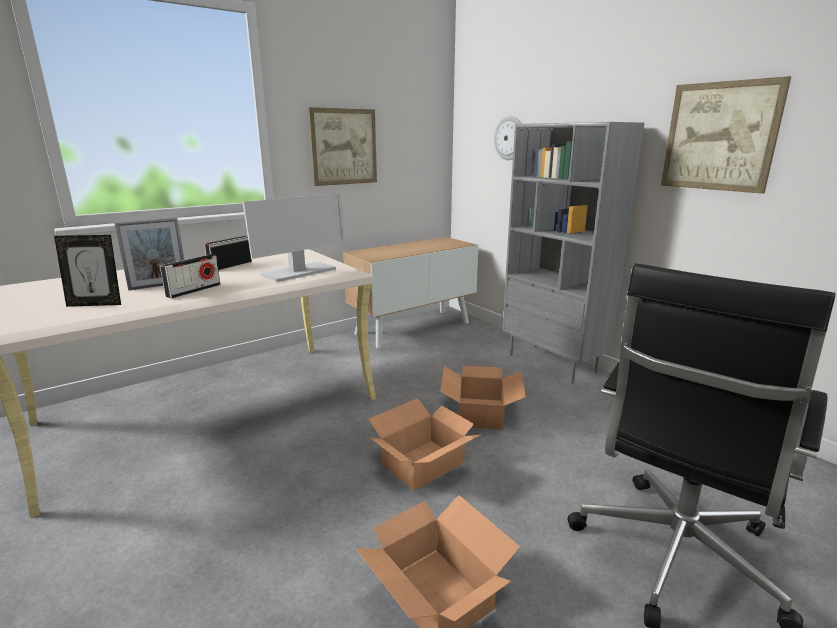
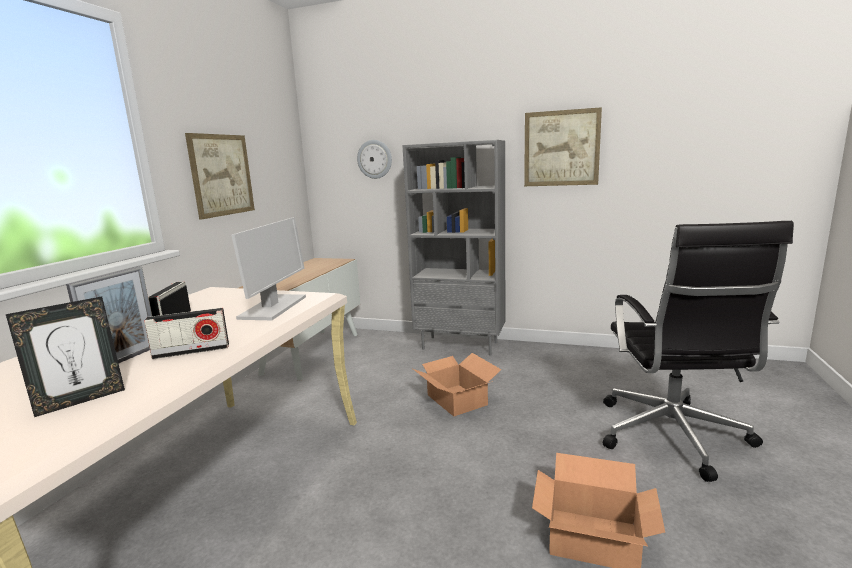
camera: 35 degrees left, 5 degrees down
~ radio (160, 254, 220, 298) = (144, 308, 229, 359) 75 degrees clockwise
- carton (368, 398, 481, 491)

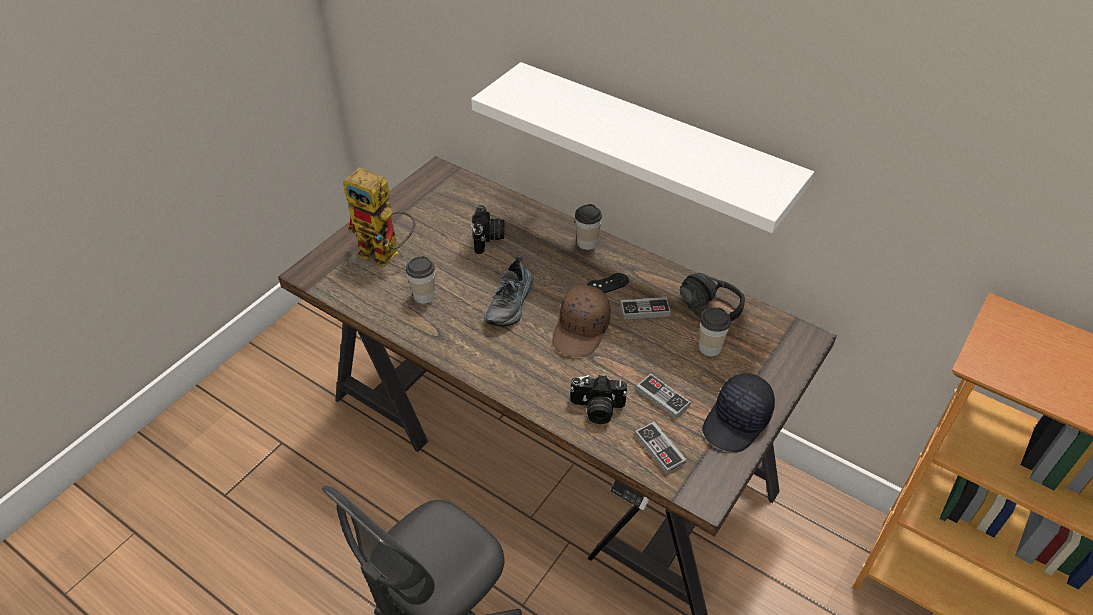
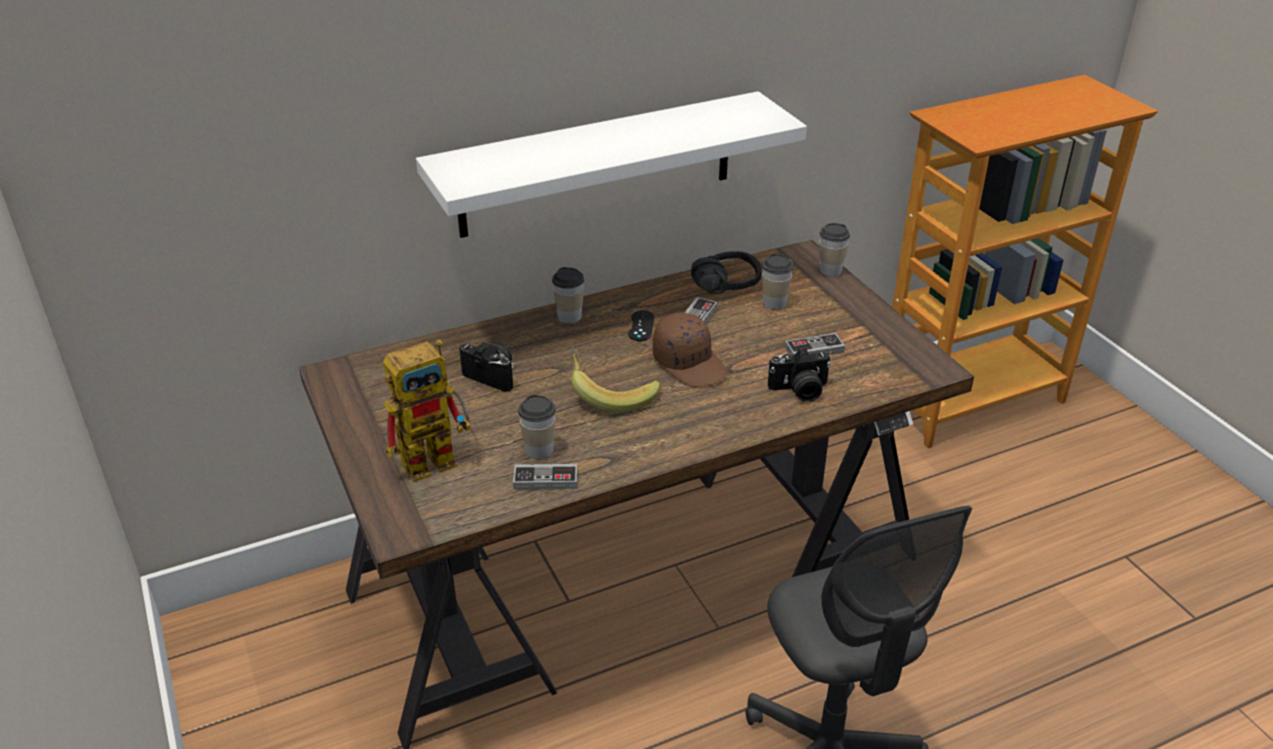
camera: 60 degrees left, 10 degrees down
~ low shoe (484, 256, 534, 326) to banana (571, 345, 660, 413)
- black-coloured cap (702, 373, 775, 452)
~ photo camera (570, 375, 627, 424) = (768, 348, 831, 402) 45 degrees clockwise
~ joypad (635, 422, 686, 474) to (513, 464, 577, 490)
+ cup (819, 223, 850, 276)

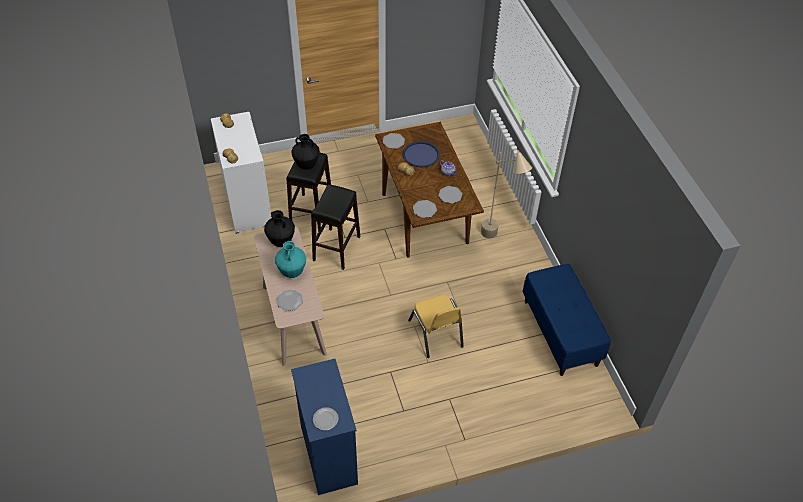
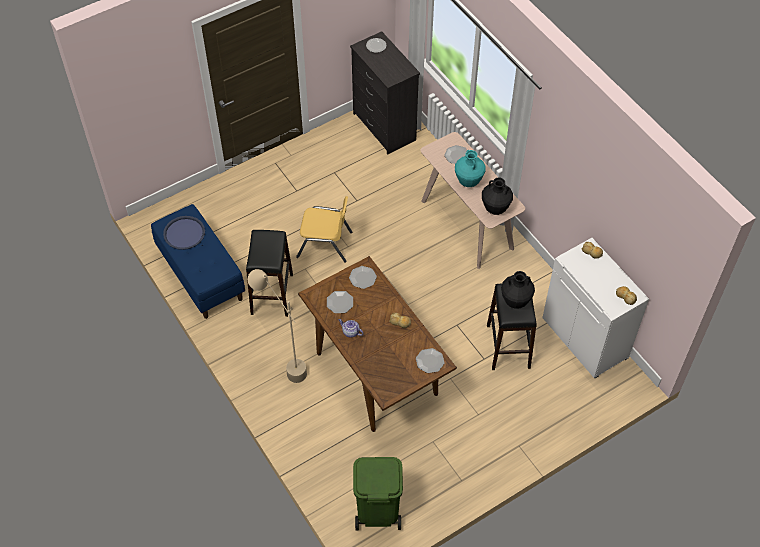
camera: 165 degrees right, 5 degrees up
~ blue carrying tray (403, 141, 440, 167) to (163, 216, 205, 250)
~ black-coloured stool (311, 184, 360, 270) to (246, 230, 293, 317)
~ yellow chair (408, 294, 464, 358) = (296, 196, 352, 263) 135 degrees clockwise
~ blue chest of drawers (291, 359, 358, 495) to black-coloured chest of drawers (350, 31, 420, 154)
+ greenish rubbish bin (353, 457, 403, 531)

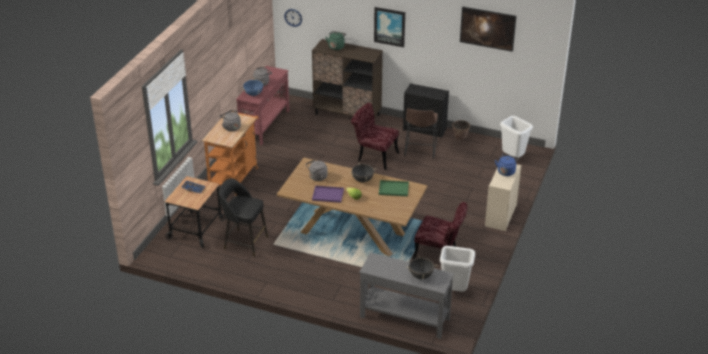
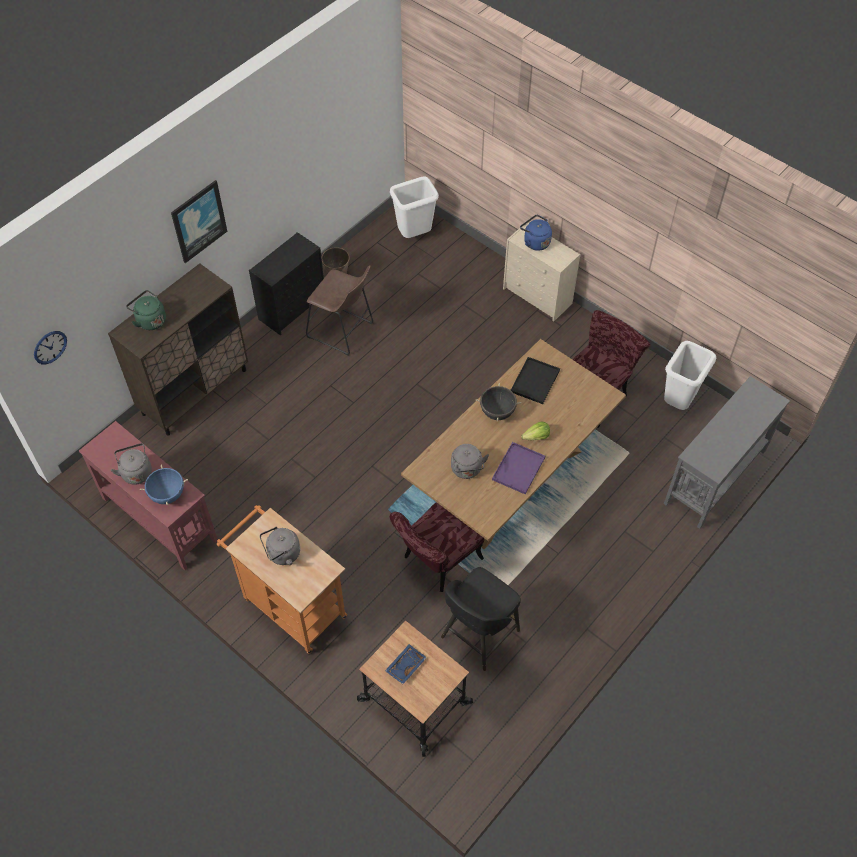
camera: 70 degrees left, 20 degrees up
- wall art (460, 6, 517, 52)
~ red-coloured chair (351, 103, 399, 170) to (389, 502, 484, 592)
~ greenish carrying tray (379, 180, 409, 197) to black-coloured carrying tray (511, 357, 560, 404)
- black-coloured stockpot (408, 256, 437, 279)

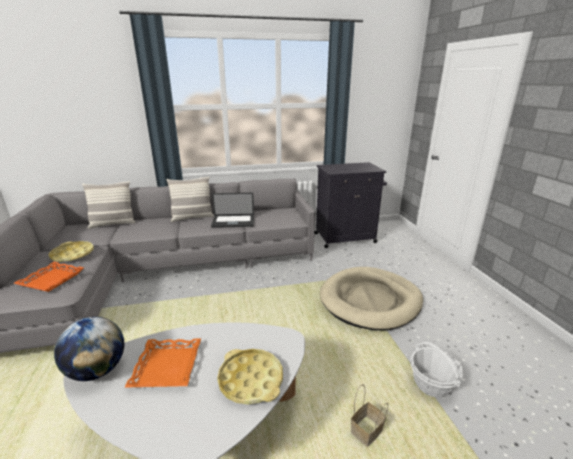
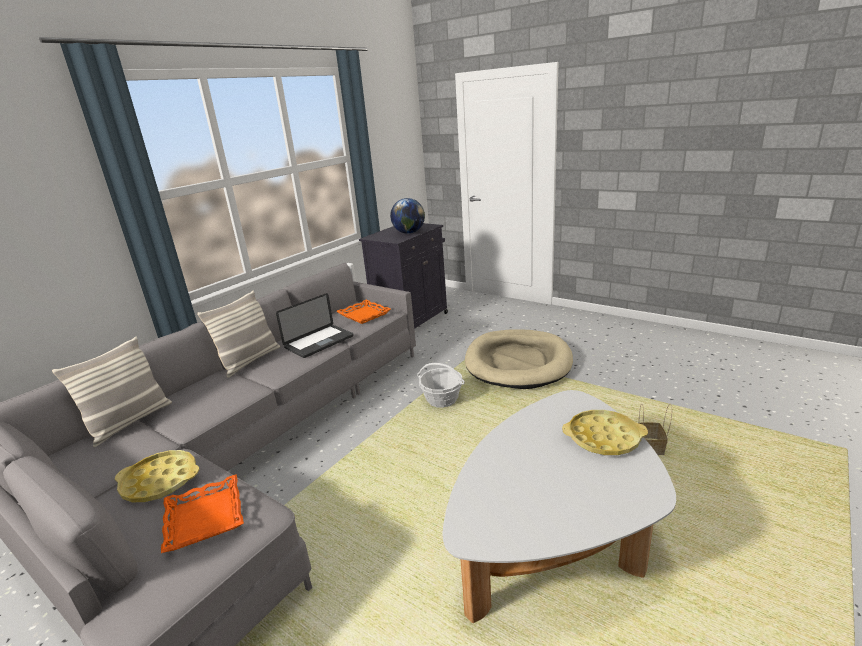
camera: 40 degrees left, 0 degrees up
~ globe (54, 317, 124, 381) to (390, 198, 425, 234)
~ orangey carrying tray (124, 338, 201, 388) to (336, 300, 391, 324)
~ household basket (410, 342, 464, 398) to (417, 363, 465, 408)

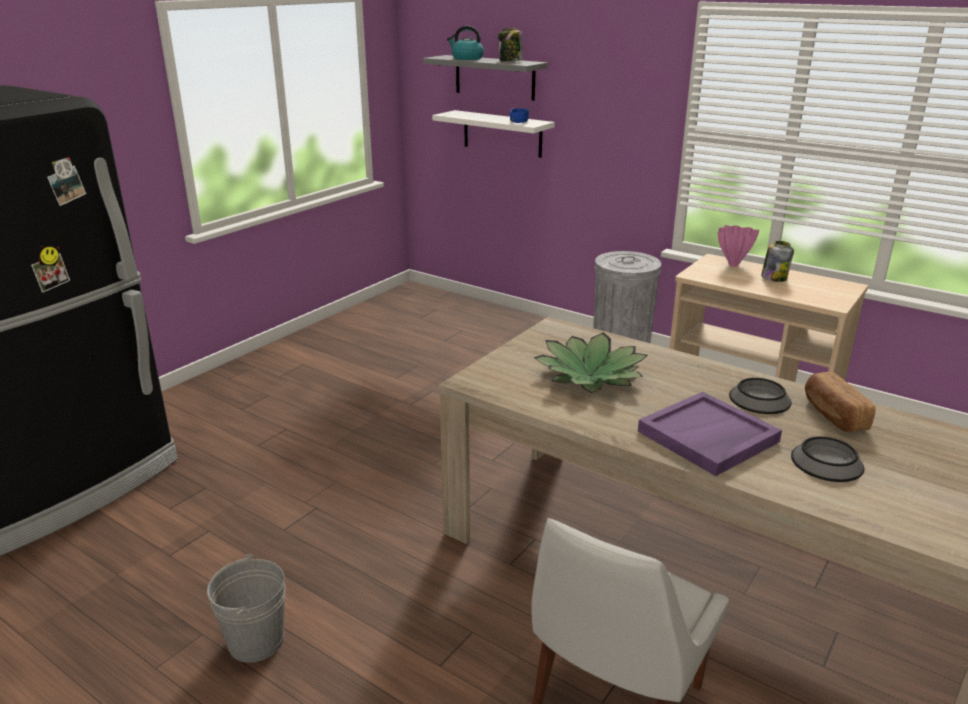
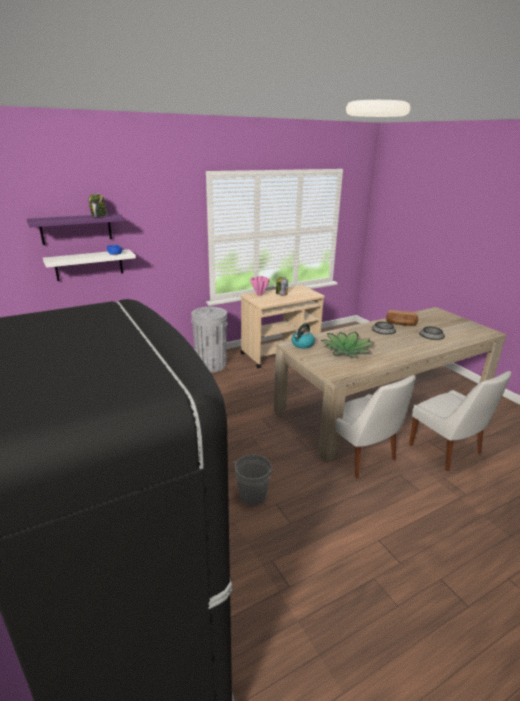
camera: 65 degrees left, 0 degrees up
~ kettle (447, 26, 484, 60) to (292, 323, 315, 349)
~ gray bracket shelf (423, 55, 548, 101) to purple bracket shelf (27, 214, 125, 245)
- purple carrying tray (638, 392, 782, 476)
~ gray pail (207, 554, 285, 663) to (233, 455, 273, 506)
+ whitish chair (335, 375, 416, 478)

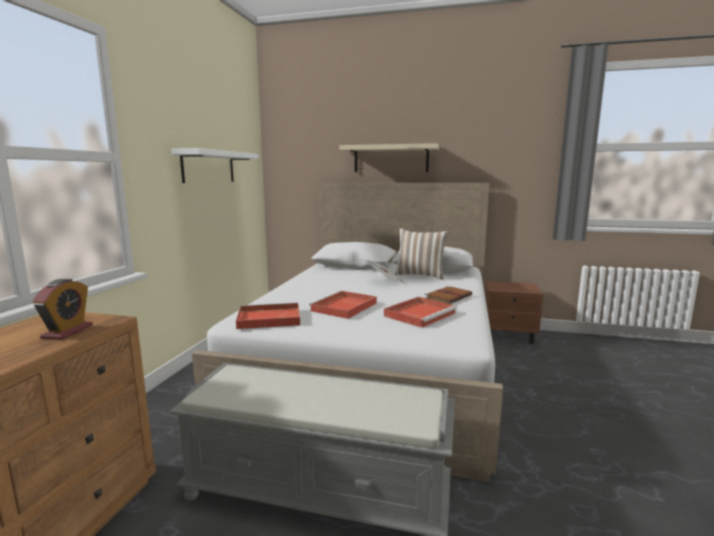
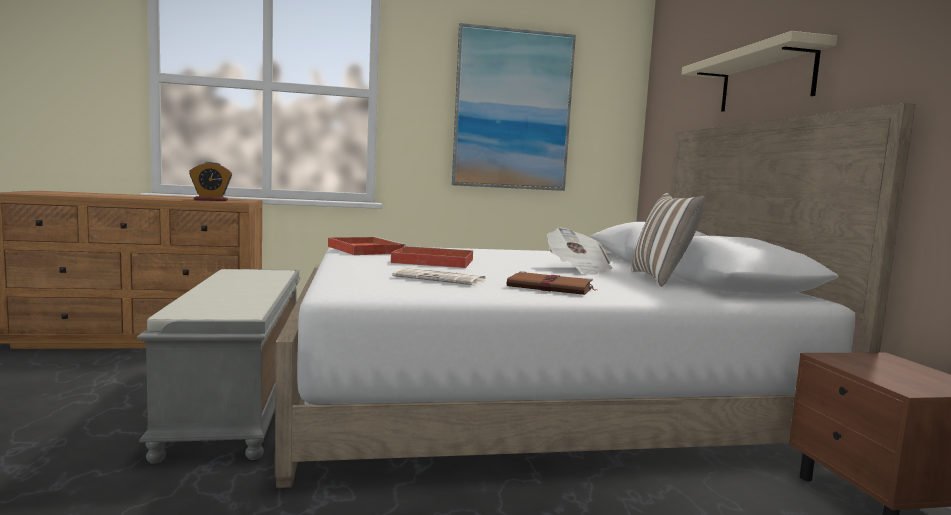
camera: 65 degrees right, 5 degrees down
~ whitish bracket shelf (171, 148, 259, 183) to wall art (452, 23, 576, 191)
~ red-coloured carrying tray (384, 297, 457, 328) to newspaper (392, 268, 486, 285)

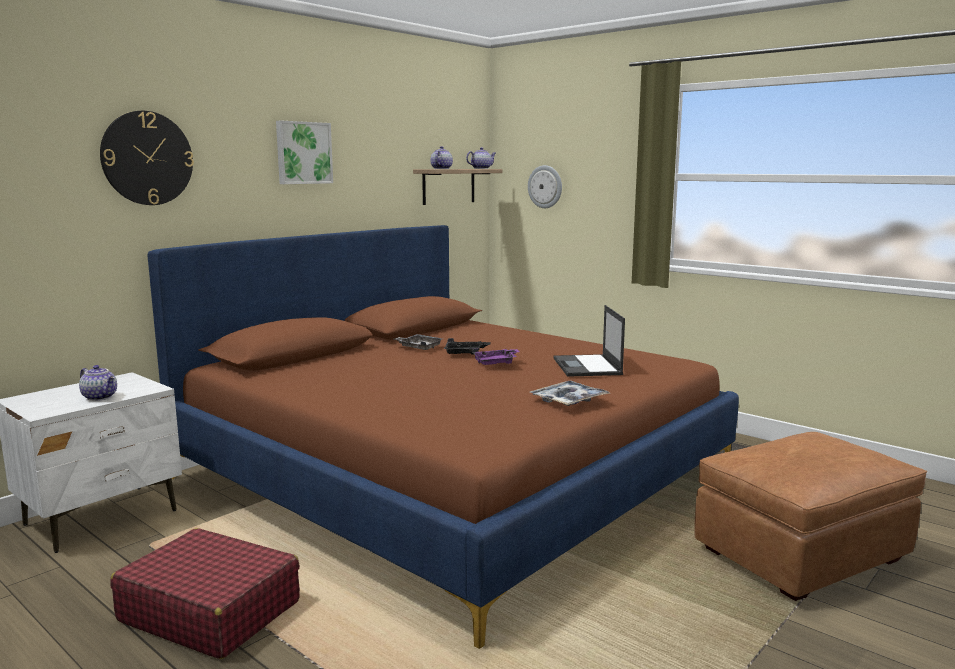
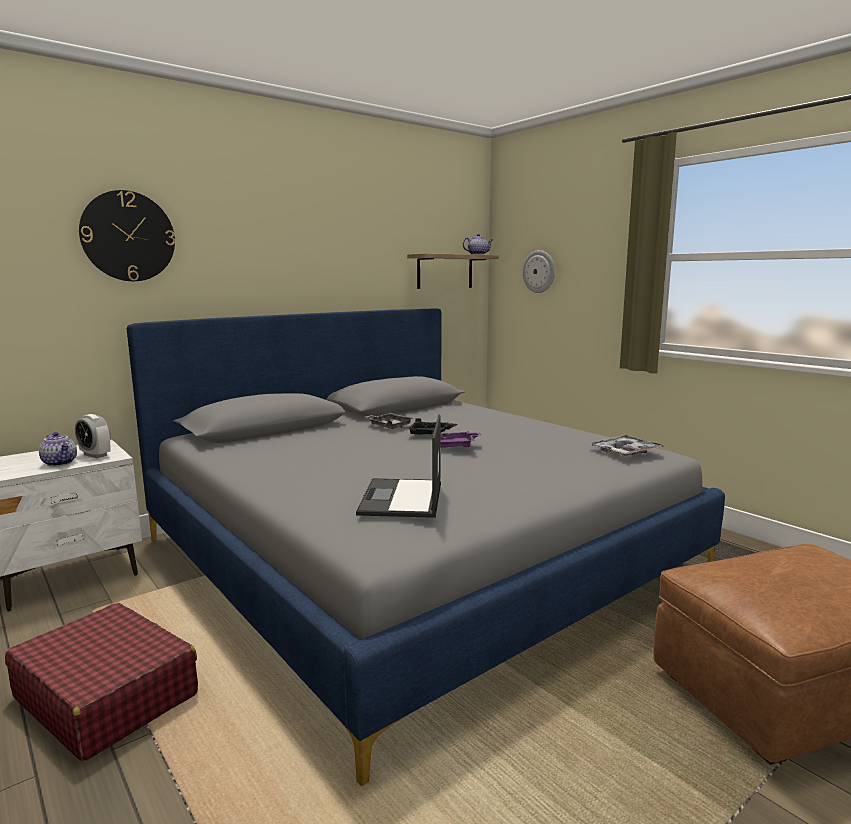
camera: 10 degrees right, 0 degrees up
- wall art (276, 120, 333, 184)
- teapot (430, 146, 453, 169)
~ brownish bed (147, 225, 739, 649) to gray bed (127, 309, 725, 786)
~ notebook computer (554, 305, 625, 377) to (356, 414, 441, 518)
~ carrying tray (530, 381, 609, 406) to (589, 435, 665, 456)
+ alarm clock (75, 414, 111, 458)

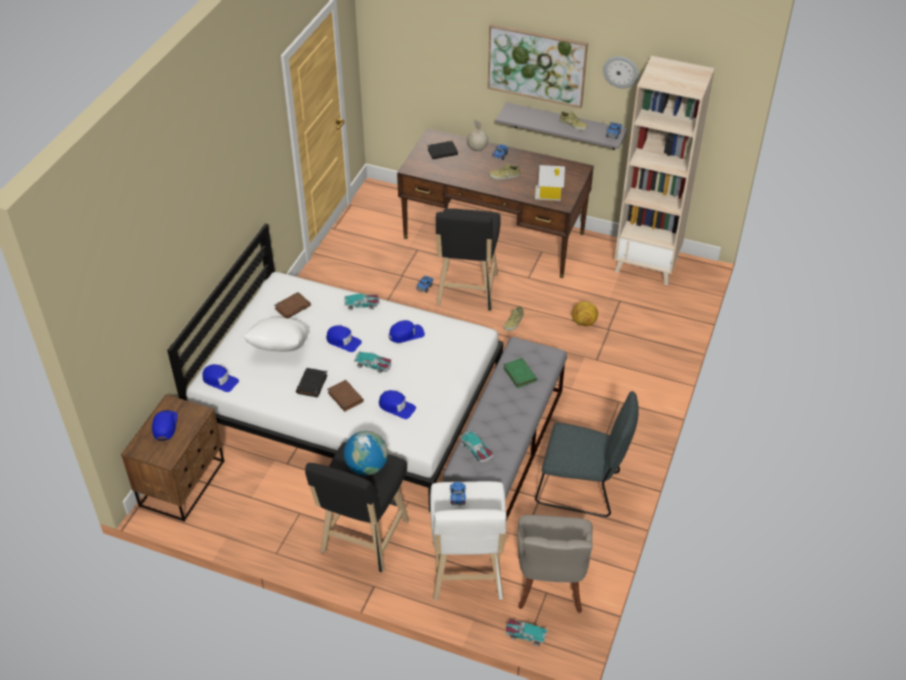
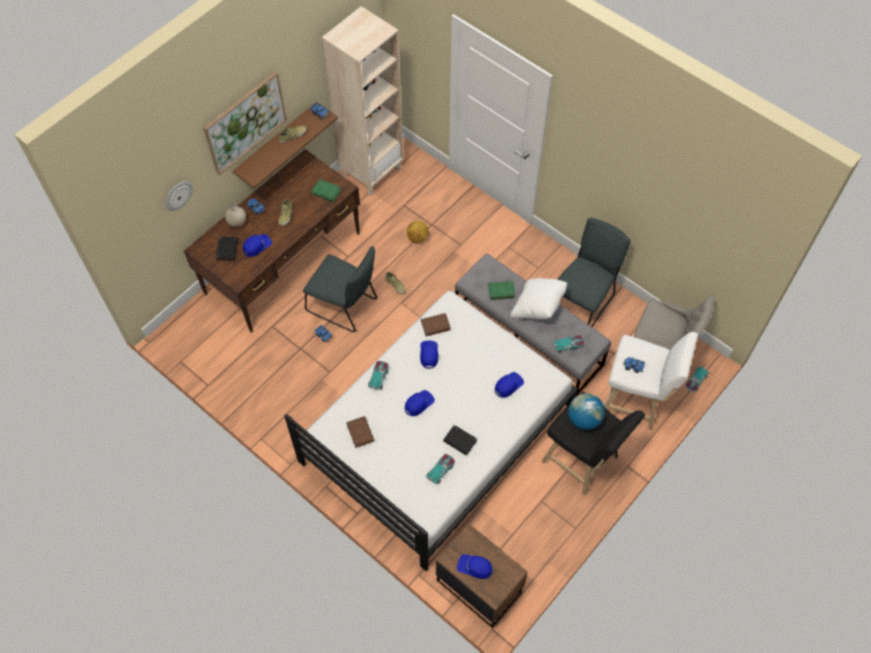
camera: 70 degrees left, 15 degrees up
~ wall clock (603, 56, 639, 88) to (166, 181, 193, 211)
~ gray bracket shelf (496, 102, 628, 150) to brownish bracket shelf (233, 102, 338, 189)
~ miniature house (535, 165, 565, 201) to greenish bound book (311, 179, 341, 202)
~ black-coloured stool (436, 208, 501, 311) to gray chair (303, 246, 377, 332)
~ whitish throw pillow (243, 317, 309, 352) to (510, 278, 567, 319)
~ miniature car (354, 351, 391, 373) to (425, 454, 455, 484)
~ blue cap (203, 364, 239, 392) to (243, 234, 272, 257)
~ brownish bound book (327, 380, 364, 412) to (421, 313, 451, 336)

